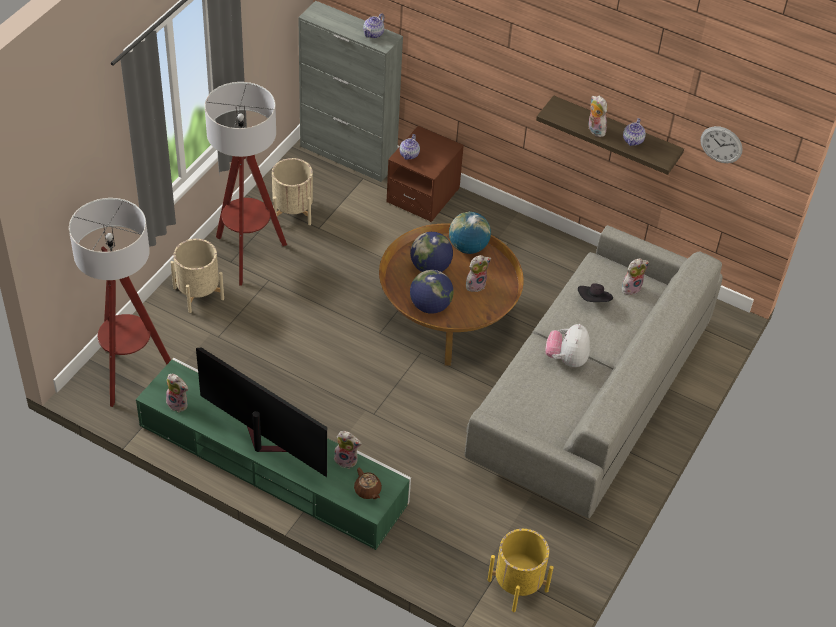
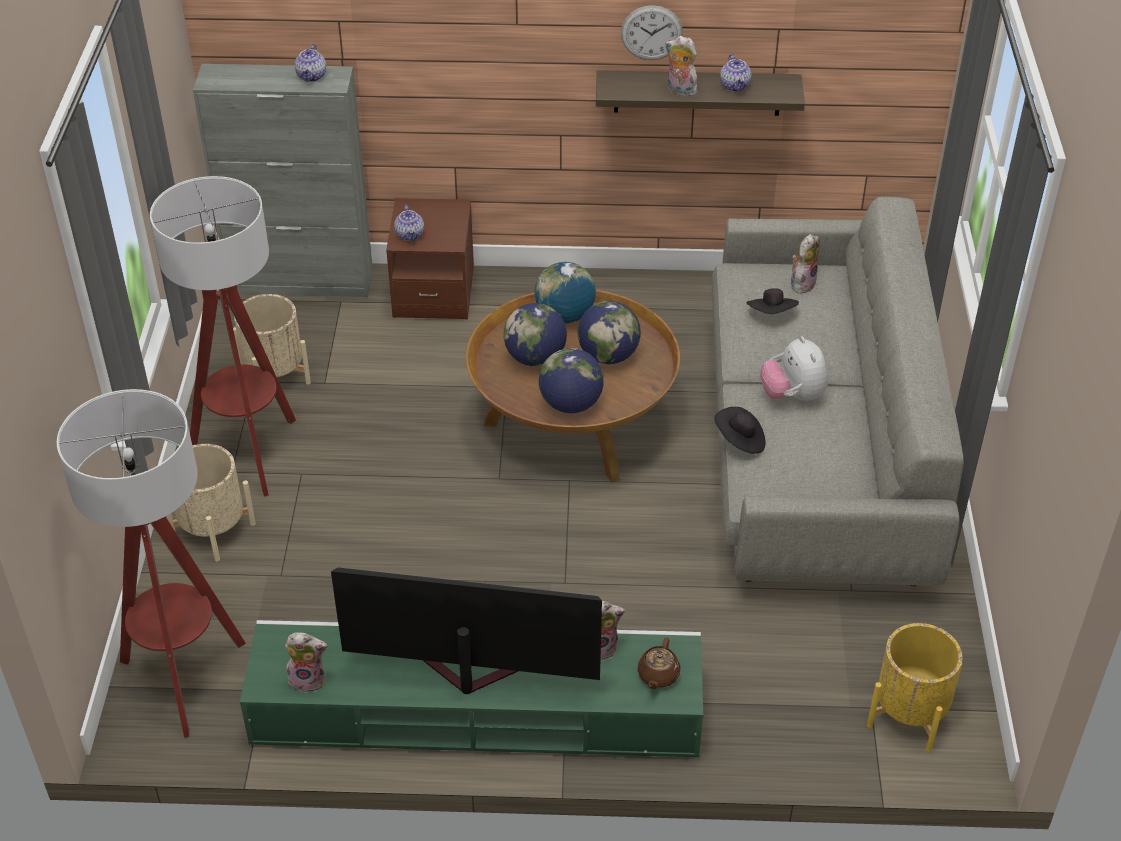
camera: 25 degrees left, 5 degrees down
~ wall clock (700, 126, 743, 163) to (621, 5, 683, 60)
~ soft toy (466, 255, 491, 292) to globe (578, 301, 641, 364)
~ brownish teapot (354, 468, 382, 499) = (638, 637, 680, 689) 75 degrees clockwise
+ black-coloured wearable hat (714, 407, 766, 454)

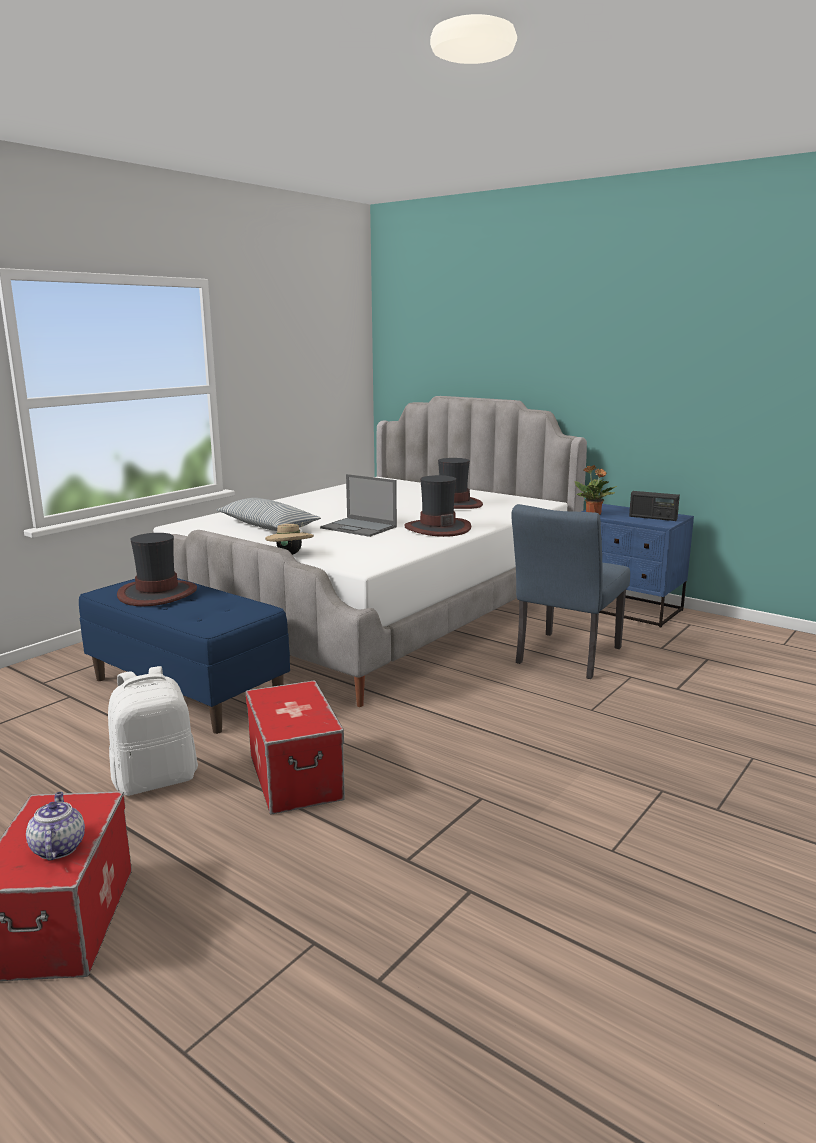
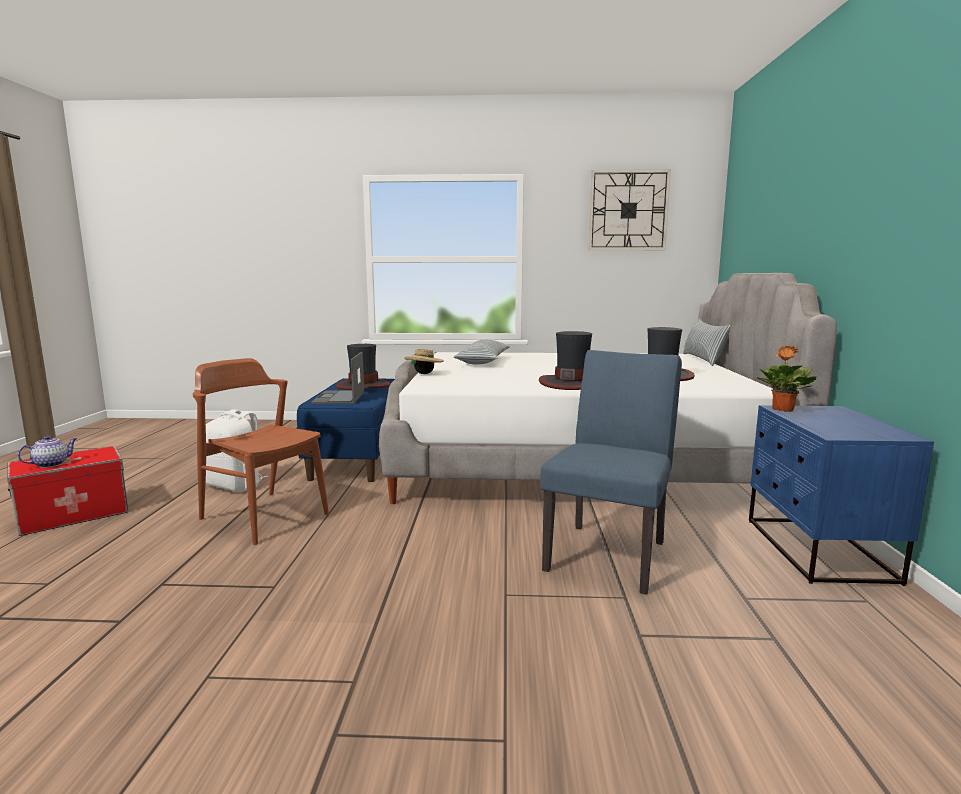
camera: 55 degrees right, 5 degrees down
~ notebook computer (320, 474, 397, 537) to (311, 352, 364, 404)
- radio (629, 491, 680, 521)
~ blue chair (511, 504, 630, 679) = (540, 350, 682, 595) 120 degrees clockwise
~ storage bin (246, 681, 345, 814) to brownish chair (192, 358, 329, 545)
+ wall clock (588, 169, 671, 250)
+ throw pillow (683, 318, 730, 366)

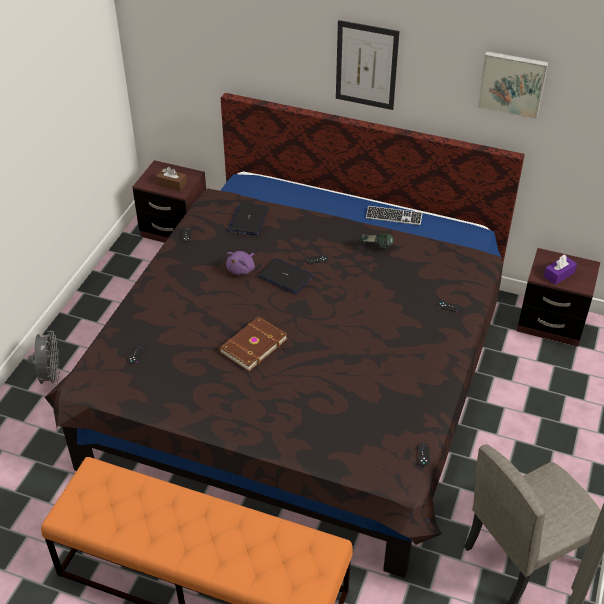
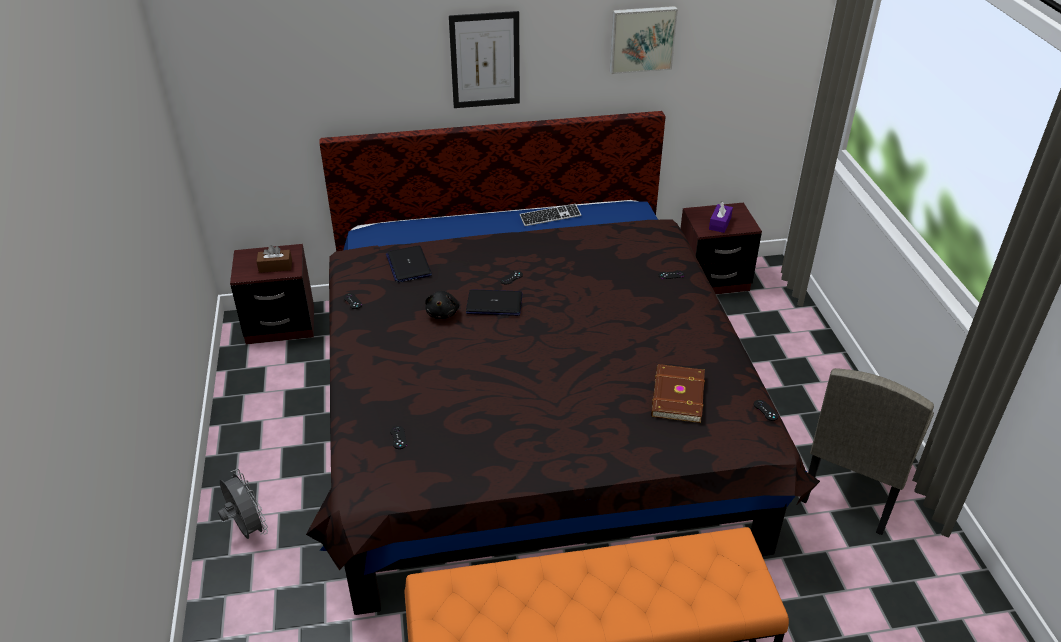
camera: 30 degrees left, 5 degrees down
- pair of headphones (361, 233, 394, 249)
~ purple soft toy (226, 251, 255, 275) to black-coloured soft toy (425, 291, 459, 319)
~ brownish bound book (219, 316, 288, 371) to (651, 364, 705, 423)

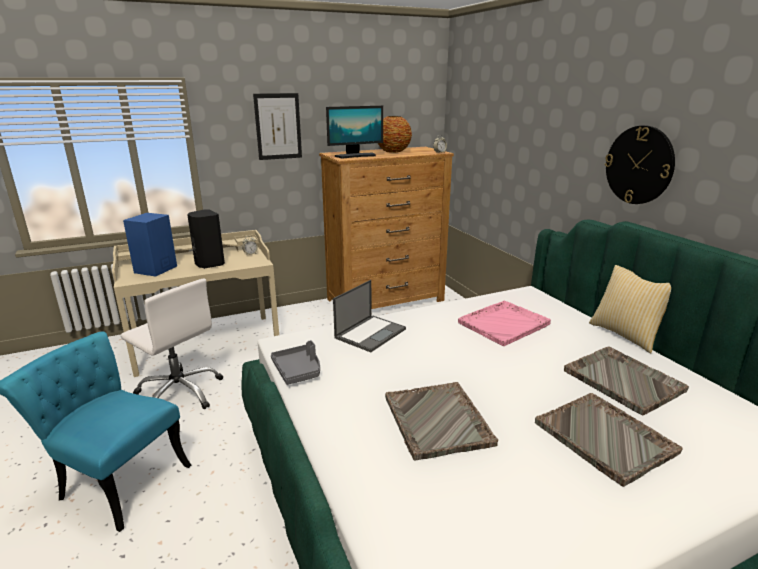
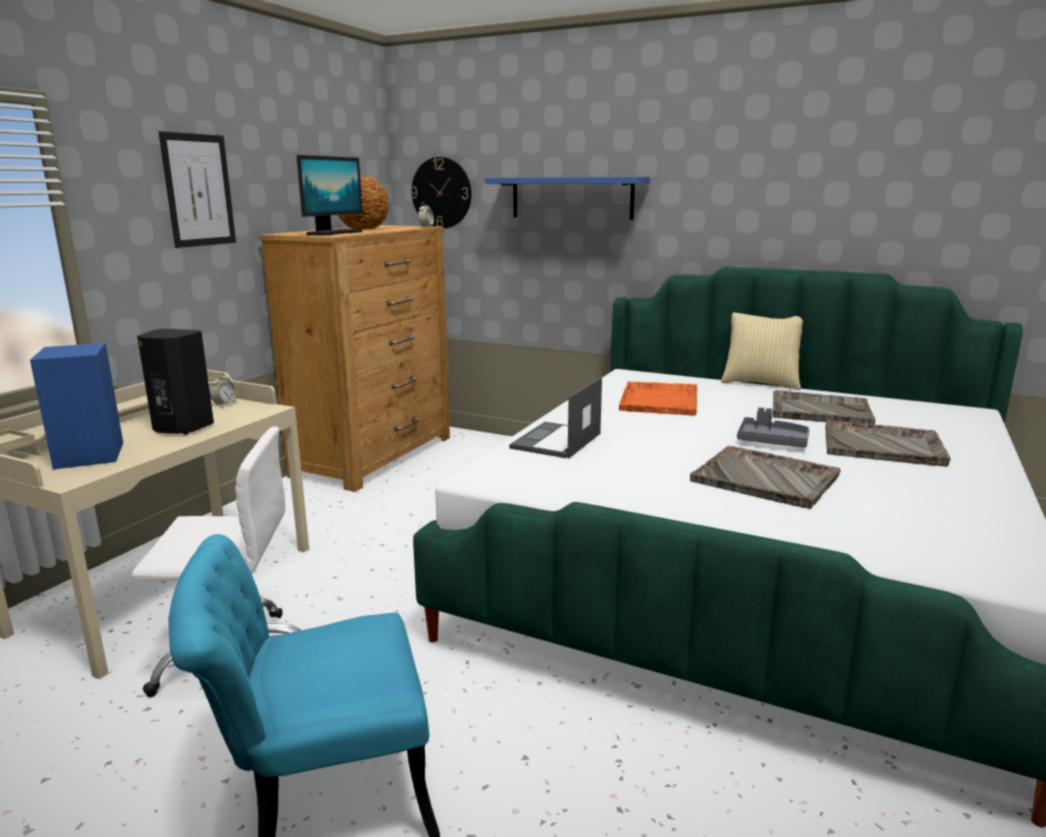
camera: 40 degrees left, 5 degrees down
~ wall clock (605, 125, 675, 204) to (411, 157, 471, 228)
~ notebook computer (333, 280, 406, 352) = (509, 377, 602, 459) 150 degrees counterclockwise
~ pink-coloured carrying tray (458, 300, 551, 346) to orangey carrying tray (619, 381, 697, 416)
~ gray carrying tray (271, 340, 320, 385) to (737, 407, 810, 447)
+ blue bracket shelf (485, 177, 650, 219)

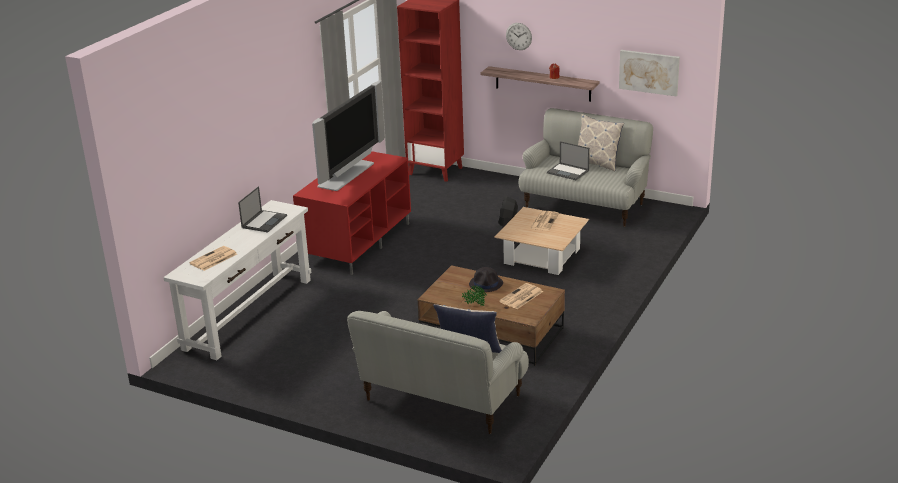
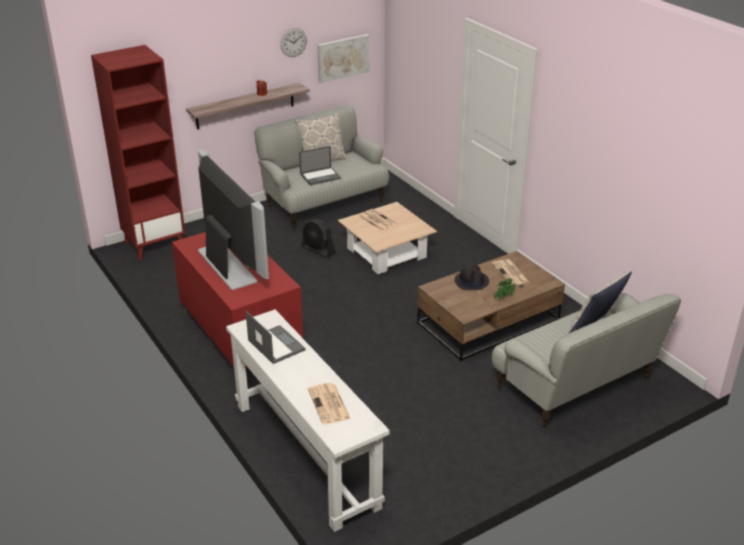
camera: 60 degrees left, 5 degrees up
~ wall clock (506, 23, 532, 50) to (281, 28, 307, 57)

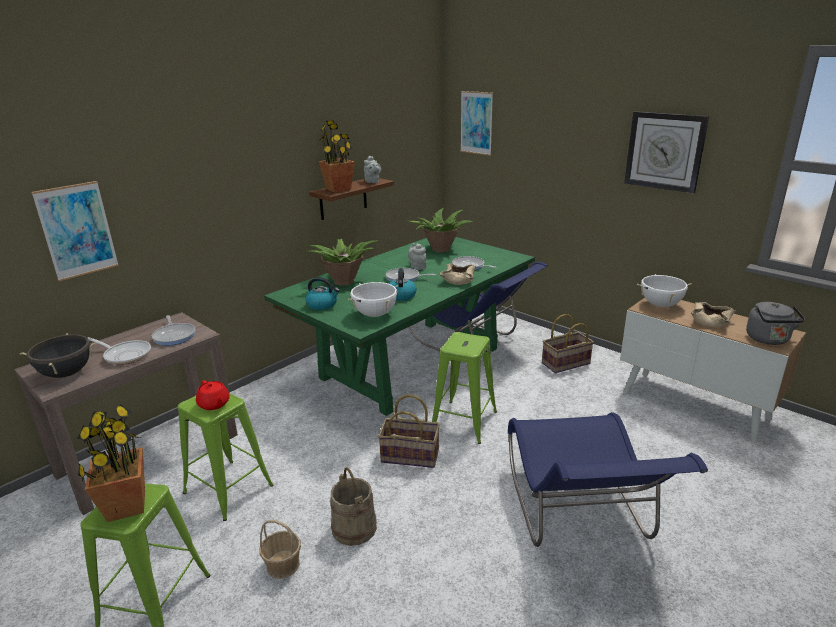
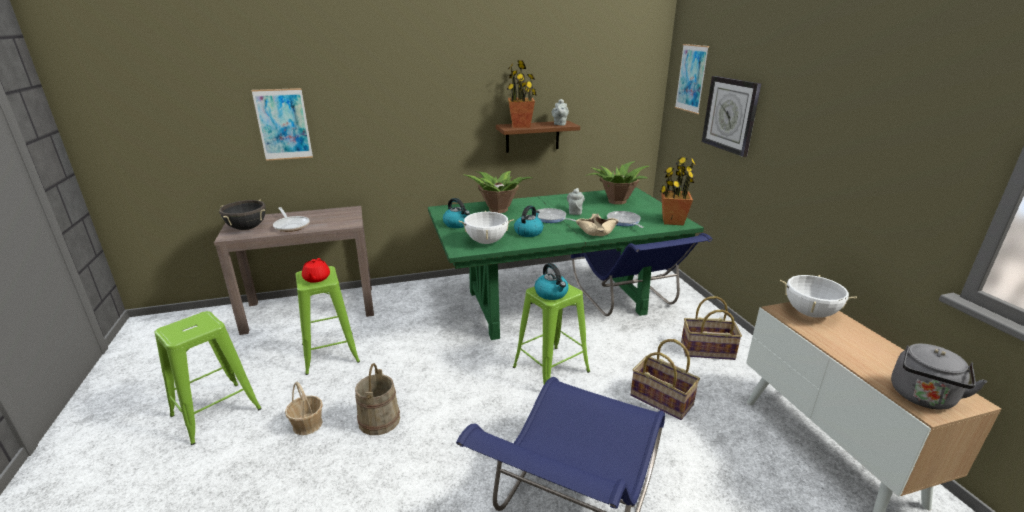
camera: 30 degrees right, 0 degrees up
~ wall clock (624, 111, 709, 193) to (702, 76, 761, 157)
- beige-coloured deep dish (691, 302, 735, 328)
- pan (152, 315, 196, 346)
~ household basket (378, 394, 440, 468) to (630, 339, 700, 420)
~ houseplant (77, 404, 145, 522) to (660, 157, 697, 226)
+ kettle (535, 263, 569, 300)

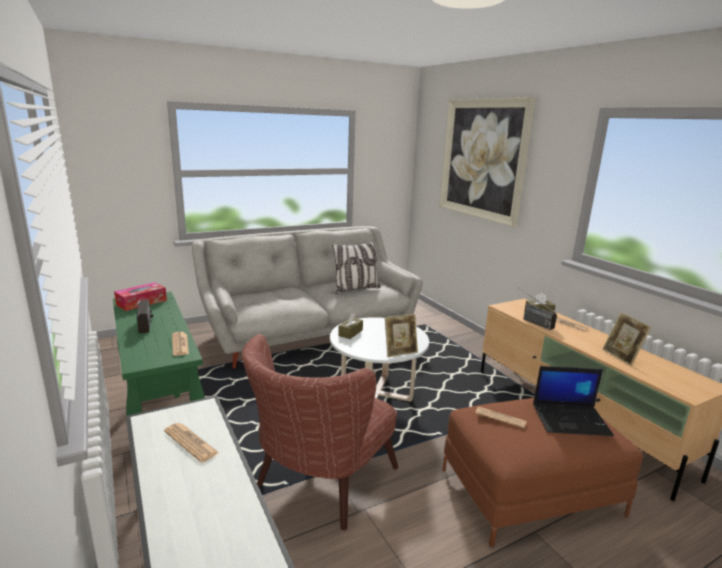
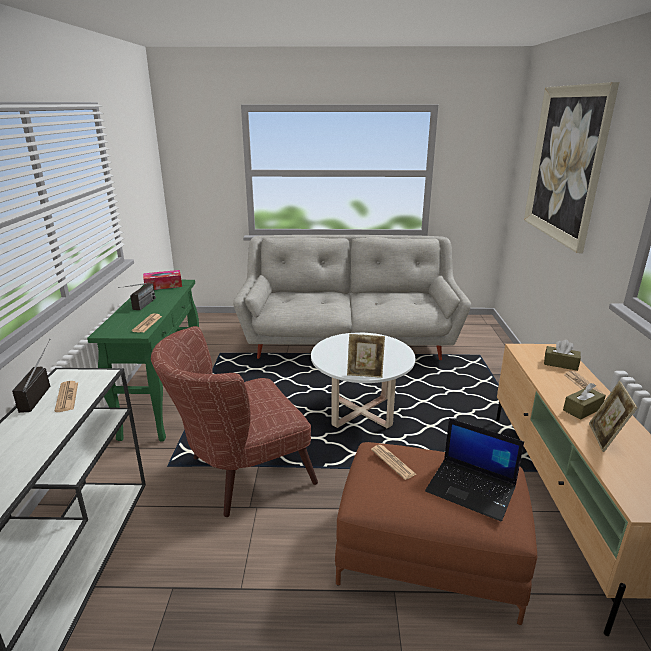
camera: 30 degrees right, 5 degrees up
- throw pillow (332, 241, 381, 294)
~ radio (517, 287, 557, 330) to (12, 339, 50, 413)
~ brownish box of tissues (338, 313, 363, 339) to (563, 383, 606, 420)

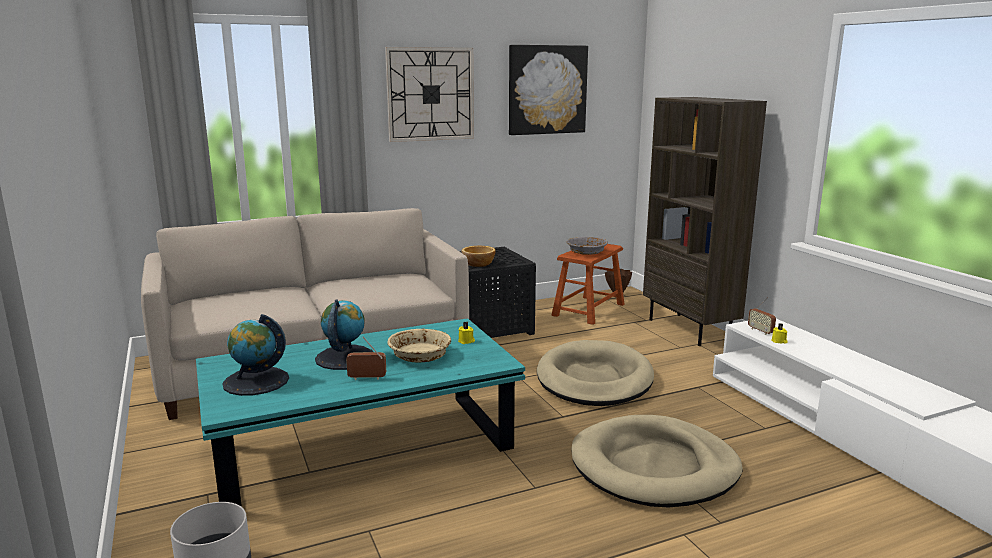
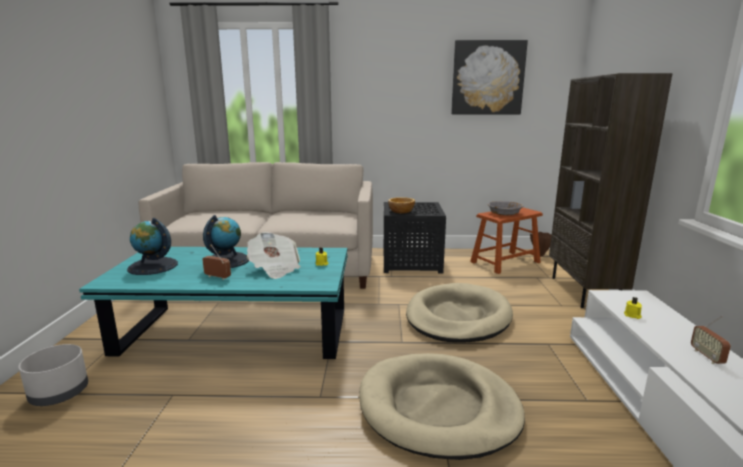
camera: 25 degrees right, 0 degrees up
- wall clock (385, 47, 474, 142)
~ radio (748, 297, 776, 335) to (691, 316, 731, 364)
~ beige-coloured deep dish (387, 329, 451, 362) to newspaper (247, 232, 301, 279)

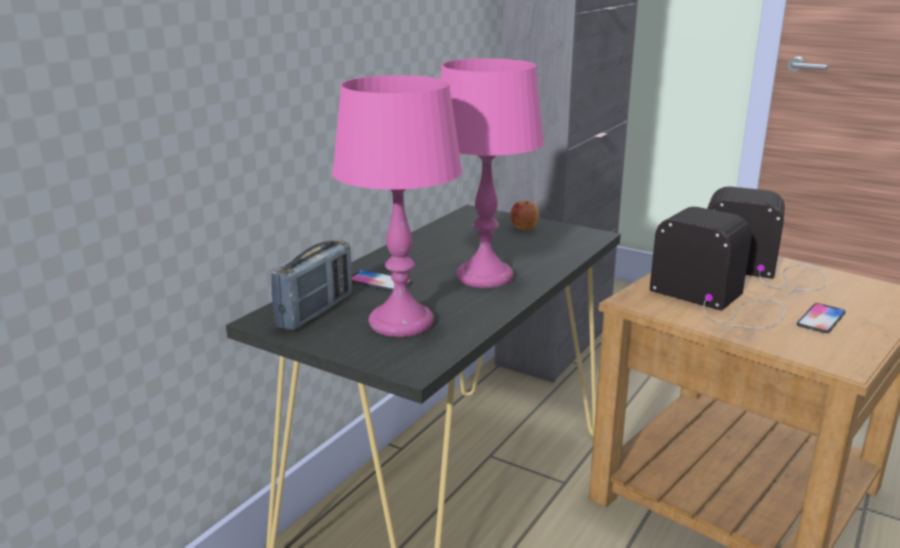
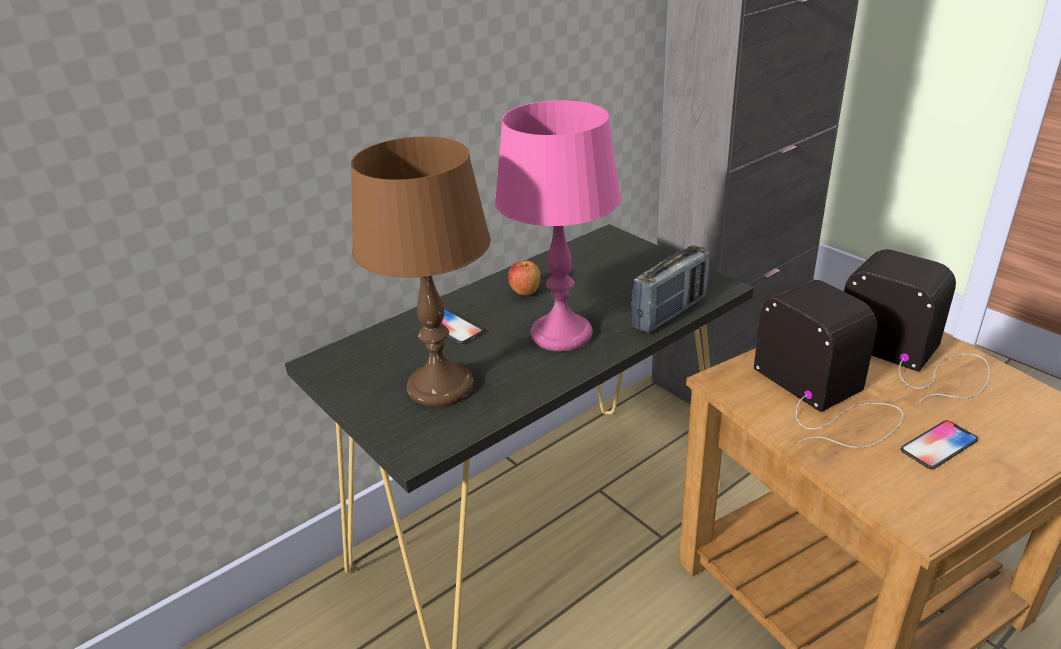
camera: 20 degrees right, 10 degrees up
~ pink-coloured lamp for a table (332, 75, 463, 337) to brownish lamp for a table (351, 136, 491, 407)
~ apple fruit (511, 201, 539, 230) to (508, 261, 541, 296)
~ radio (271, 240, 352, 330) to (631, 245, 710, 333)

